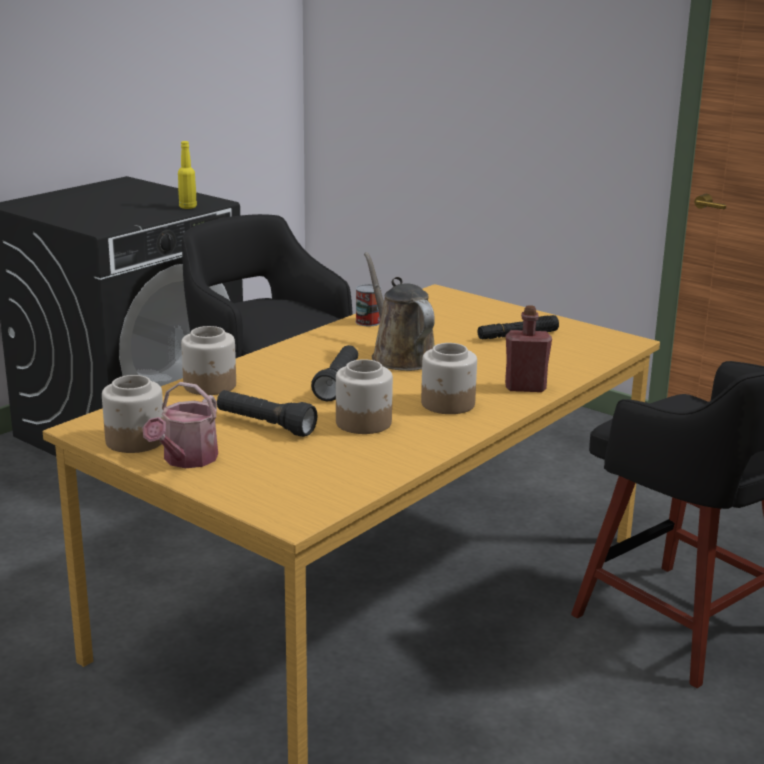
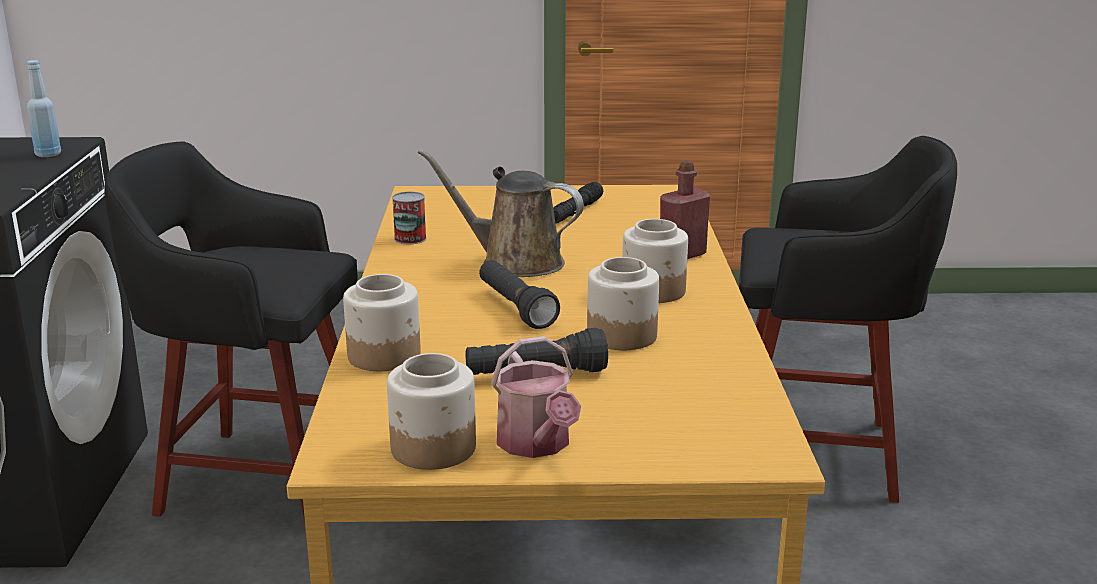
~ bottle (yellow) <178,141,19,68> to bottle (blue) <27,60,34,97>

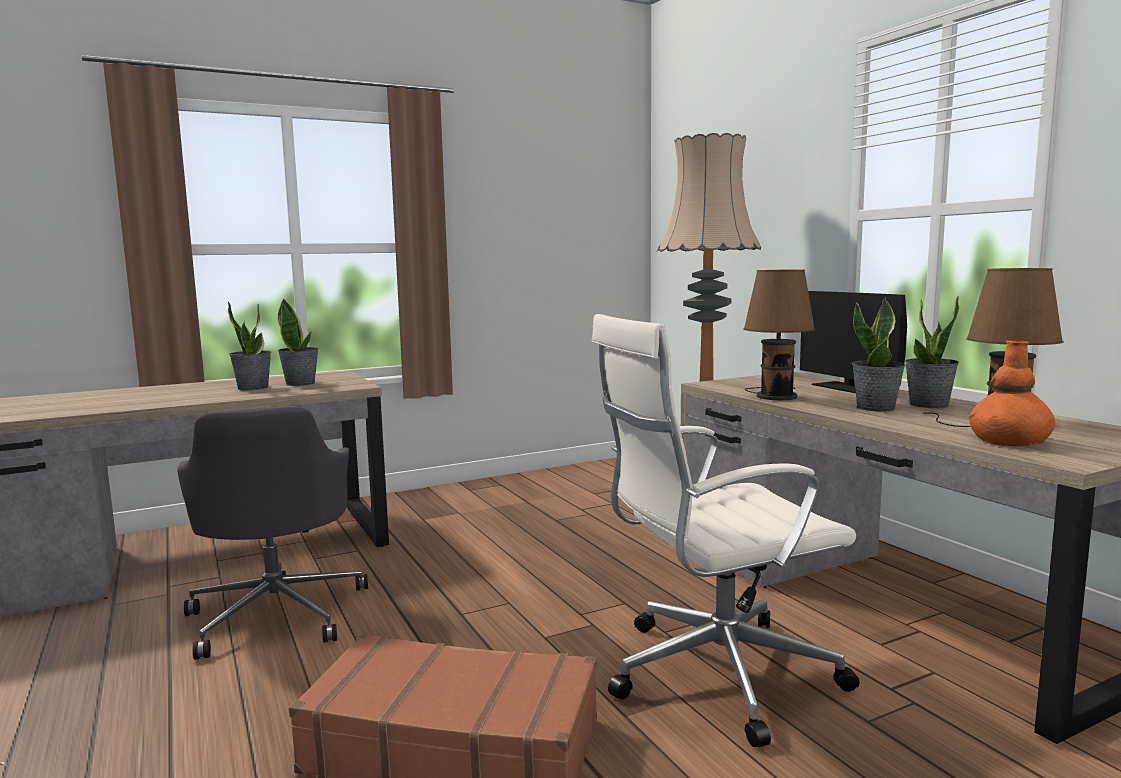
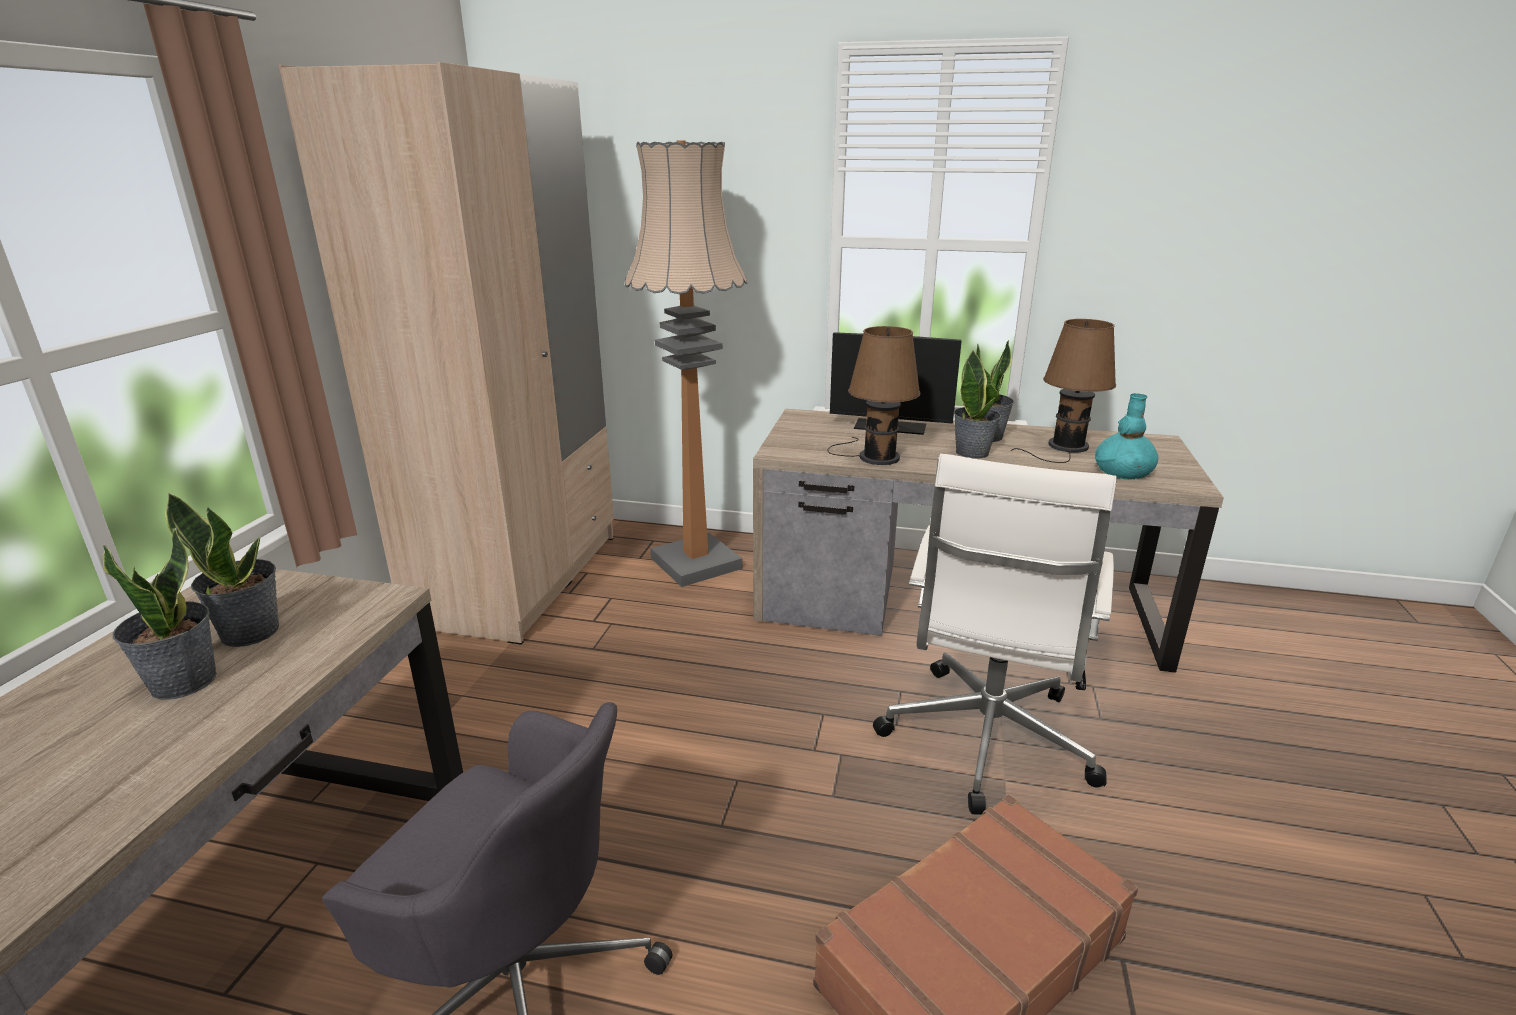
~ vase (orange) <969,340,86,106> to vase (turquoise) <1095,393,63,87>
+ wardrobe (beige) <279,62,335,583>

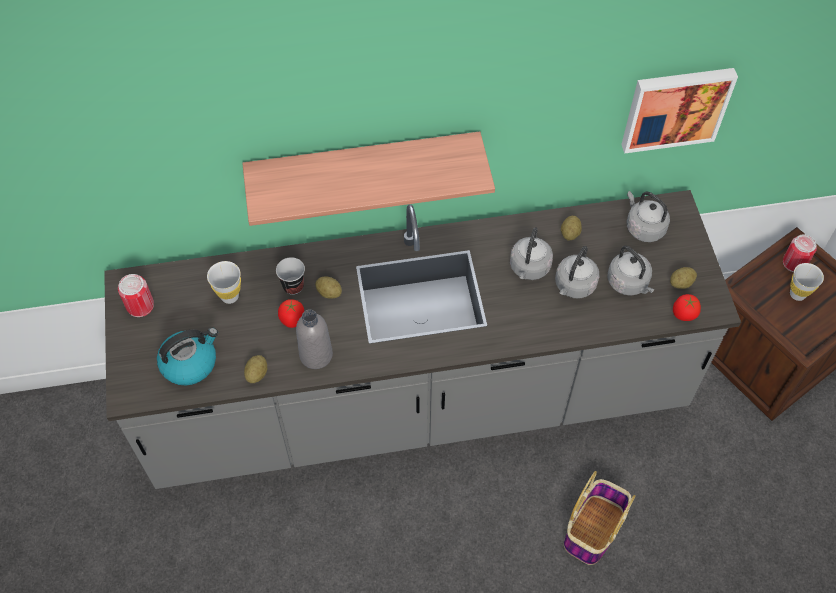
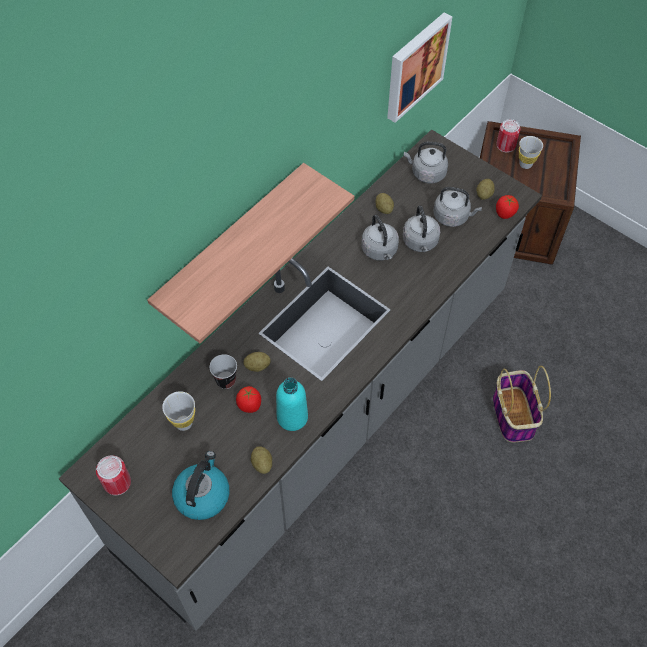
~ bottle (grey) <296,309,37,60> to bottle (turquoise) <276,377,32,54>

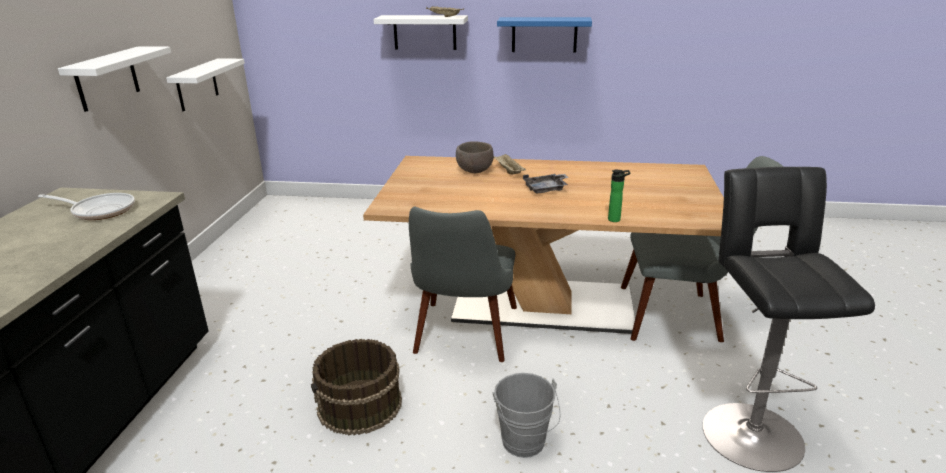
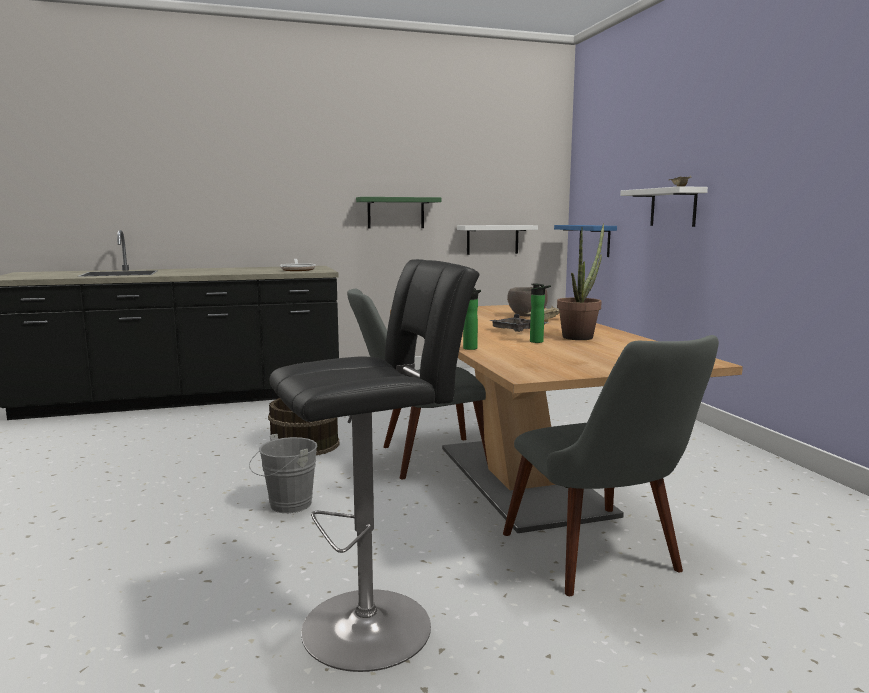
~ shelf (blue) <497,17,95,36> to <554,225,63,32>
~ shelf (white) <58,46,113,66> to shelf (green) <356,197,86,31>
+ potted plant <557,223,47,117>
+ bottle <530,284,21,59>

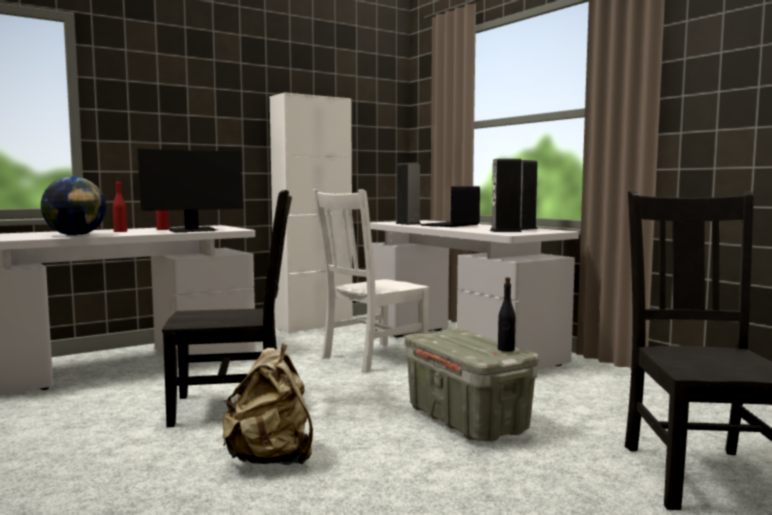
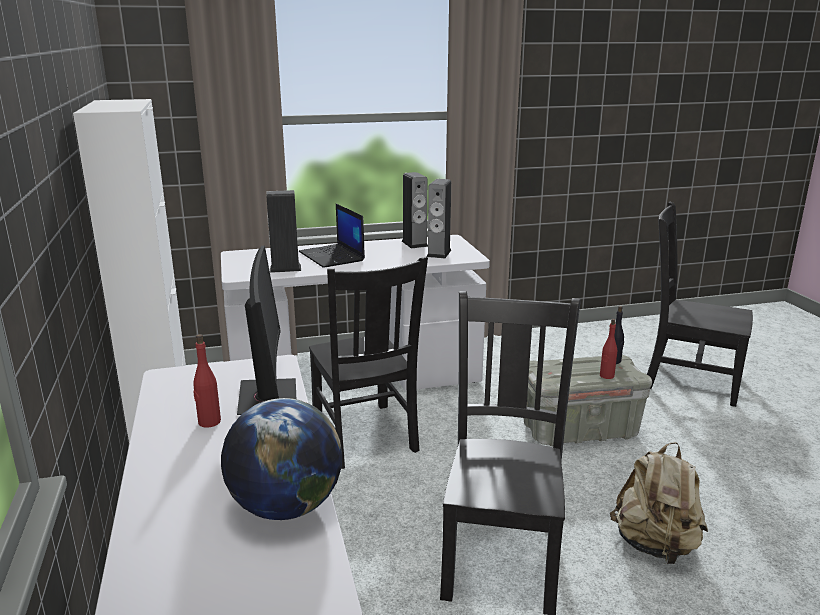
~ bottle (red) <113,177,14,55> to <600,319,17,60>
~ chair (white) <313,189,116,183> to chair (black) <309,257,119,212>

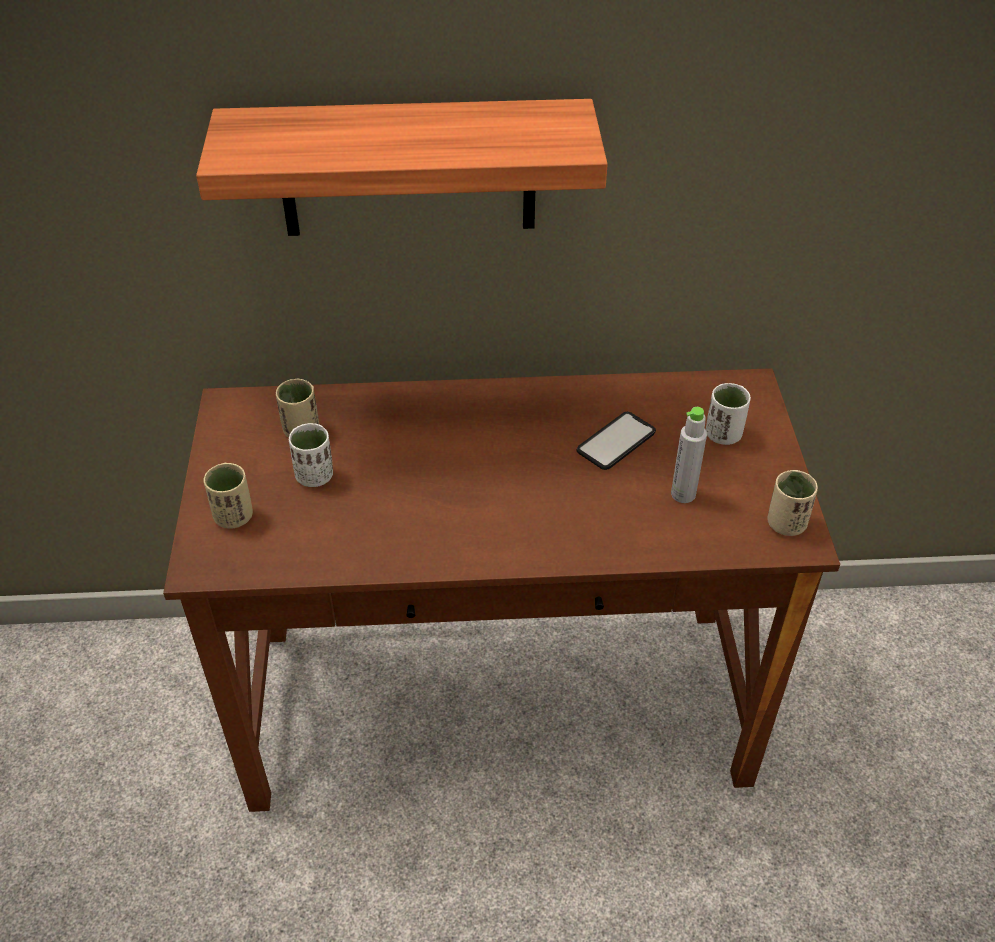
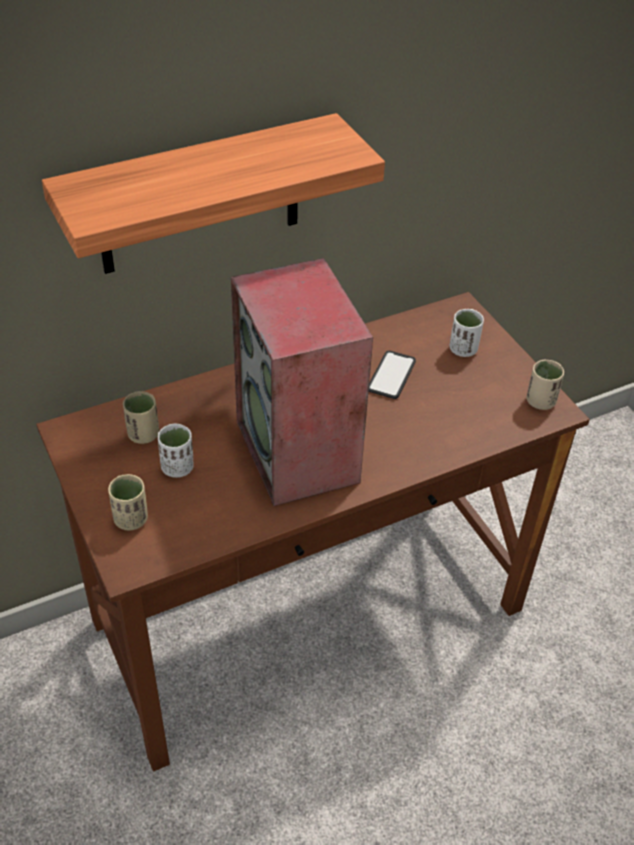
- bottle (grey) <671,407,36,96>
+ speaker <231,258,142,248>

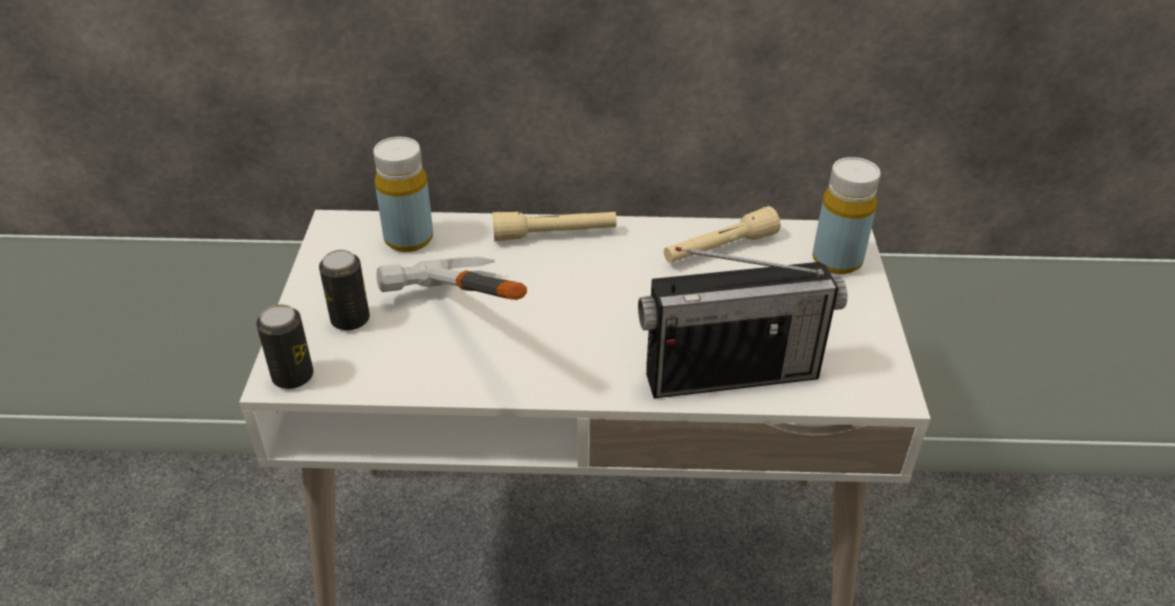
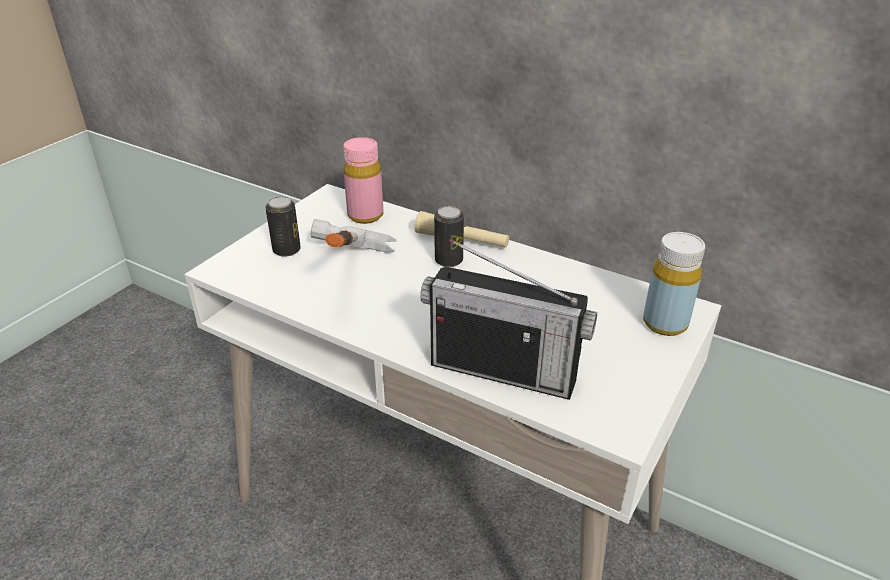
~ bottle (yellow) <373,137,60,115> to bottle (pink) <343,137,40,87>
- flashlight (beige) <664,206,116,57>
~ can <256,304,58,85> to <434,206,30,61>

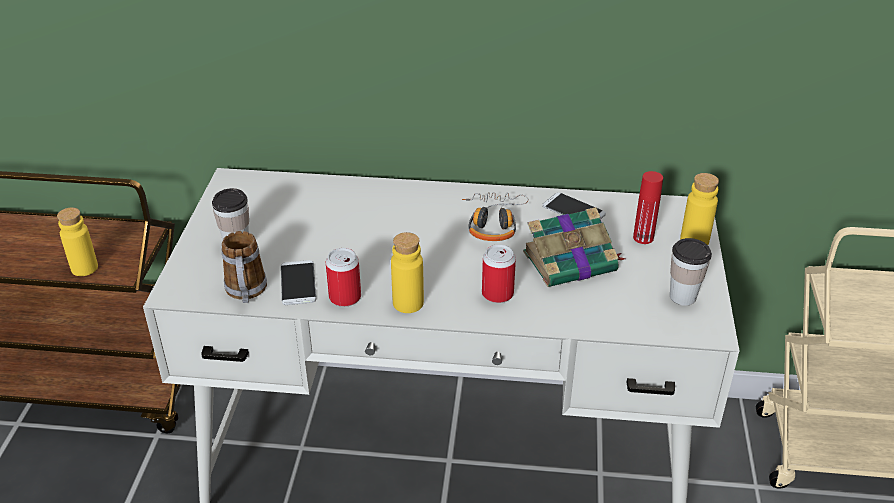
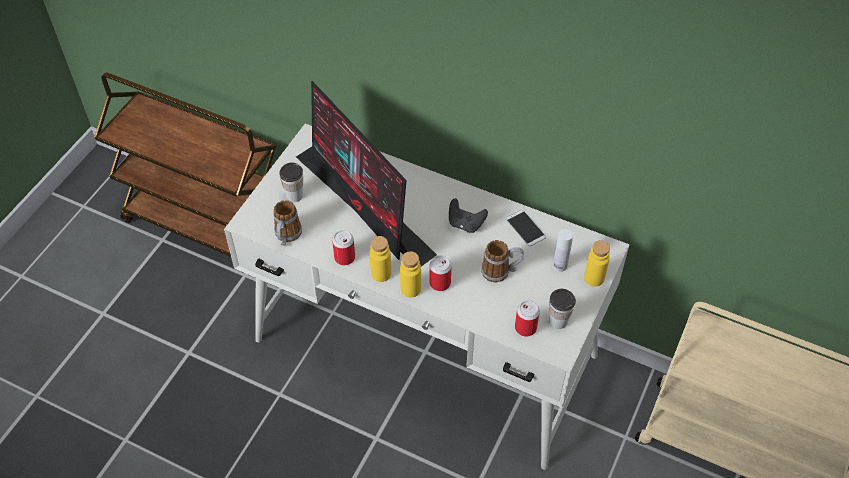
~ bottle (red) <633,171,30,73> to bottle (white) <553,229,20,43>
~ headphones <462,192,67,49> to game controller (black) <449,198,39,35>
~ bottle (yellow) <57,207,41,69> to <400,251,21,46>
~ book <523,207,103,80> to mug <481,240,43,42>
- phone <281,260,35,45>
+ monitor <296,81,141,186>
+ can <515,300,25,37>

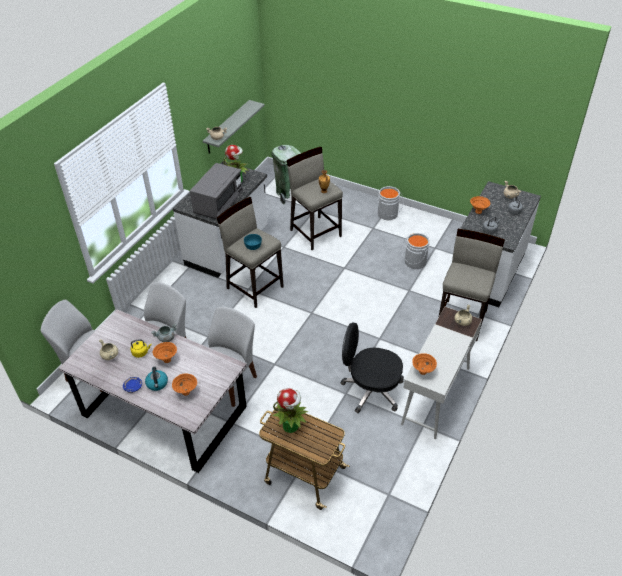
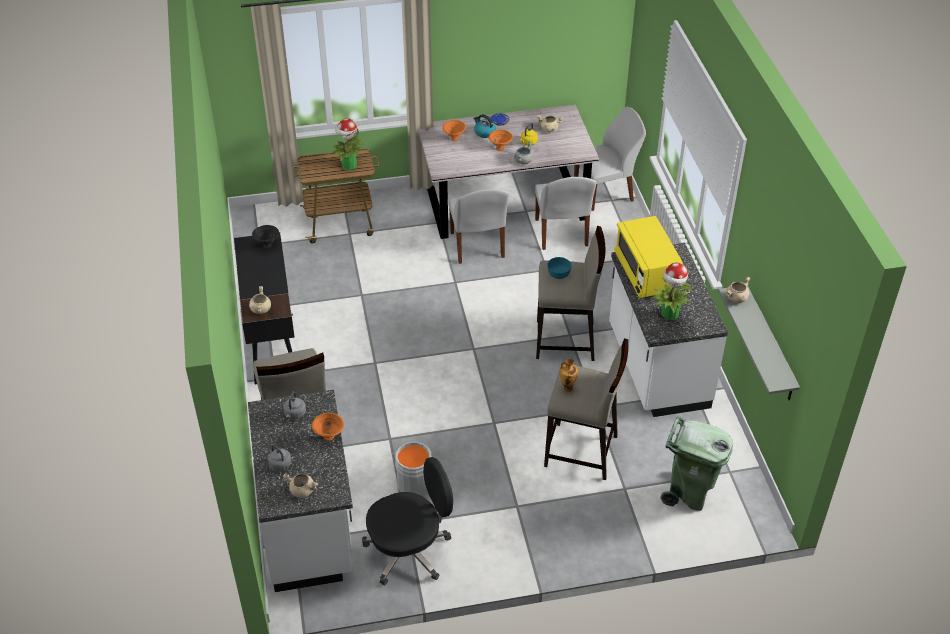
~ microwave (grey) <190,163,53,56> to microwave (yellow) <614,216,69,82>
- bucket (grey) <378,186,26,34>
~ desk (white) <401,307,81,132> to desk (black) <234,232,61,152>
~ office chair (black) <340,323,64,90> to <362,457,91,129>
~ bowl (orange) <412,353,25,22> to bowl (black) <252,225,27,24>

